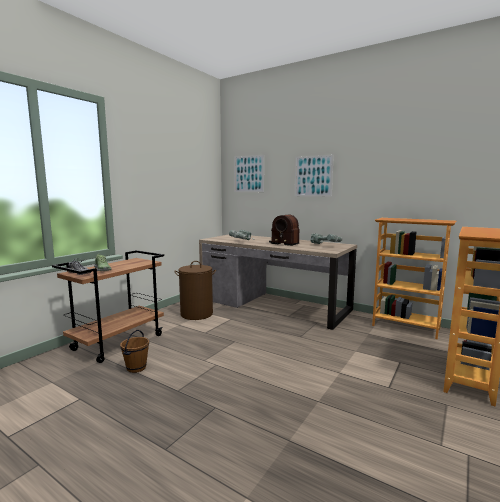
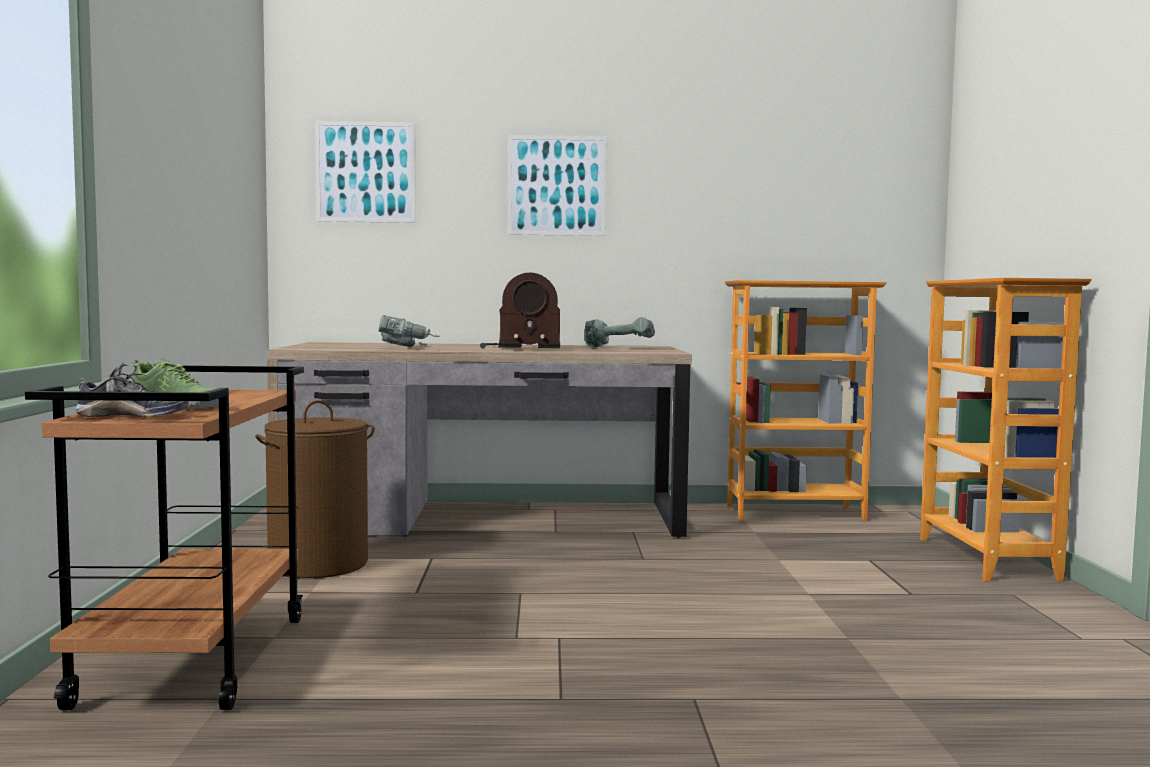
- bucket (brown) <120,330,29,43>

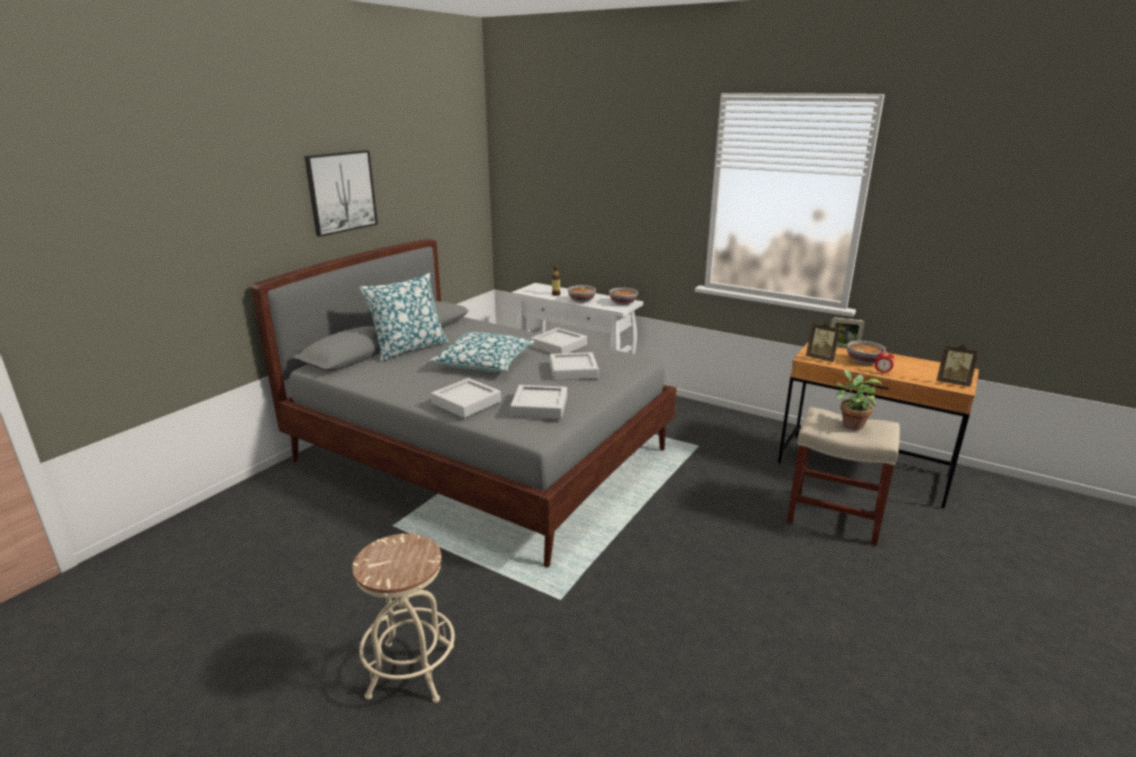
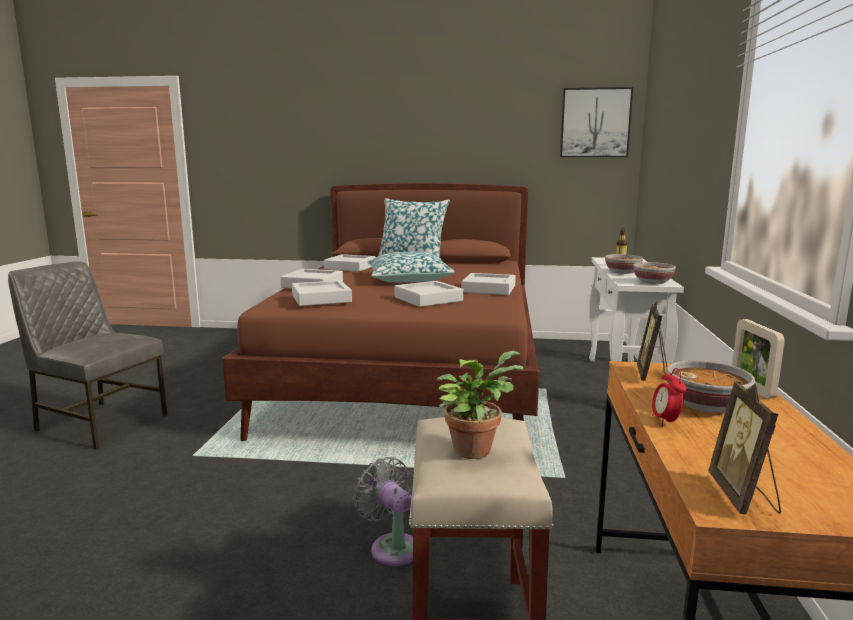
~ picture <304,150,74,87> to <560,87,73,70>
~ bed (grey) <251,239,426,328> to bed (brown) <222,183,317,258>
~ stool (beige) <352,534,103,169> to chair (grey) <8,261,159,189>
+ tray (grey) <324,254,52,18>
+ fan (grey) <353,457,60,109>

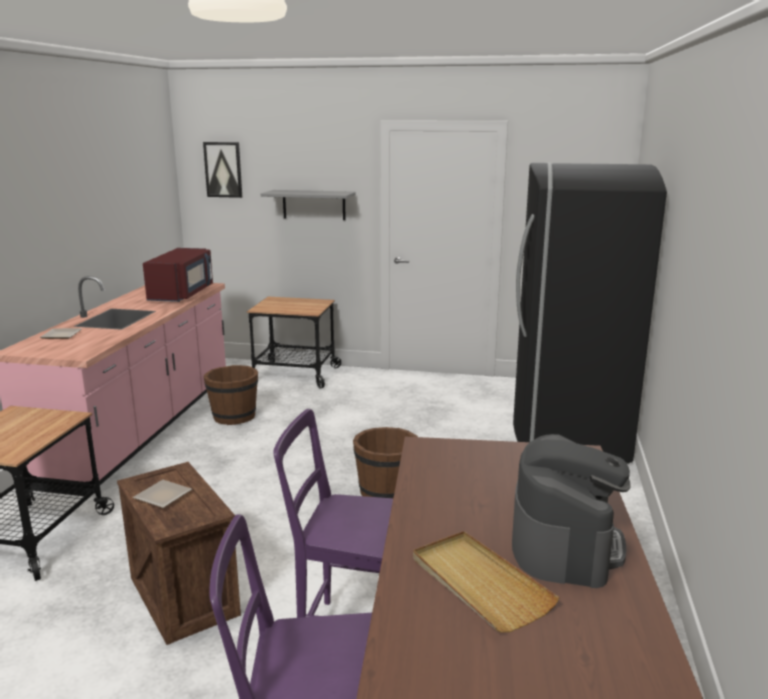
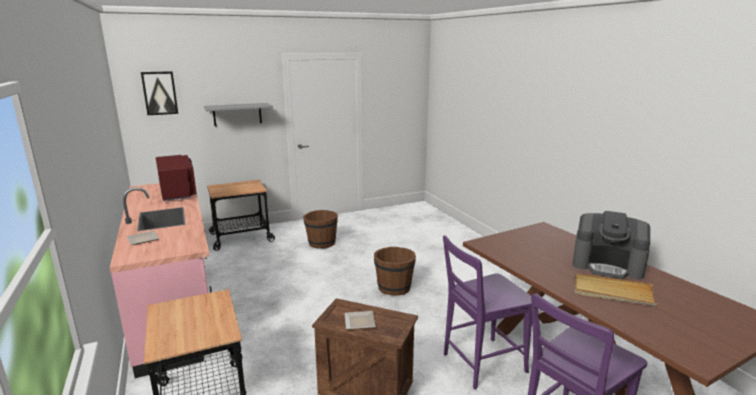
- fridge (black) <513,162,154,302>
~ bucket (brown) <203,365,55,60> to <303,210,35,39>
~ coffee machine <512,434,119,154> = <572,211,78,68> 135 degrees clockwise

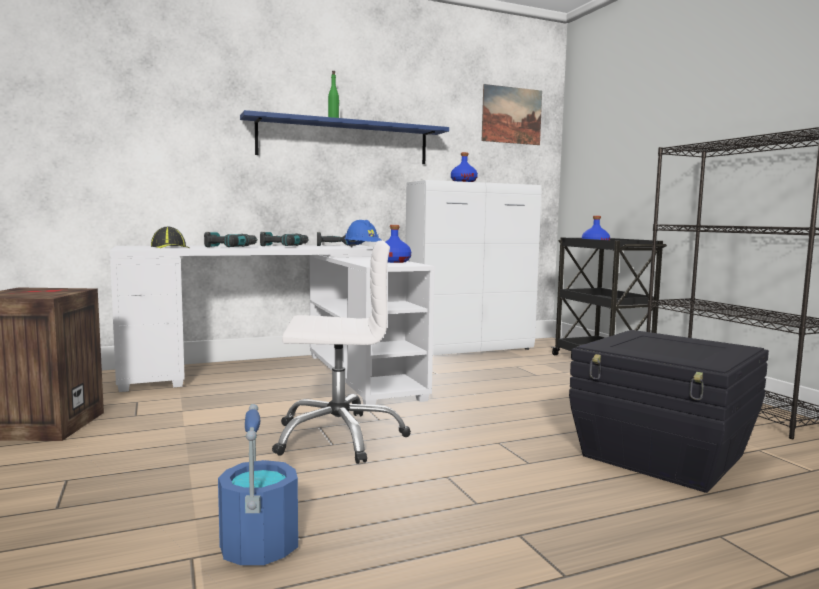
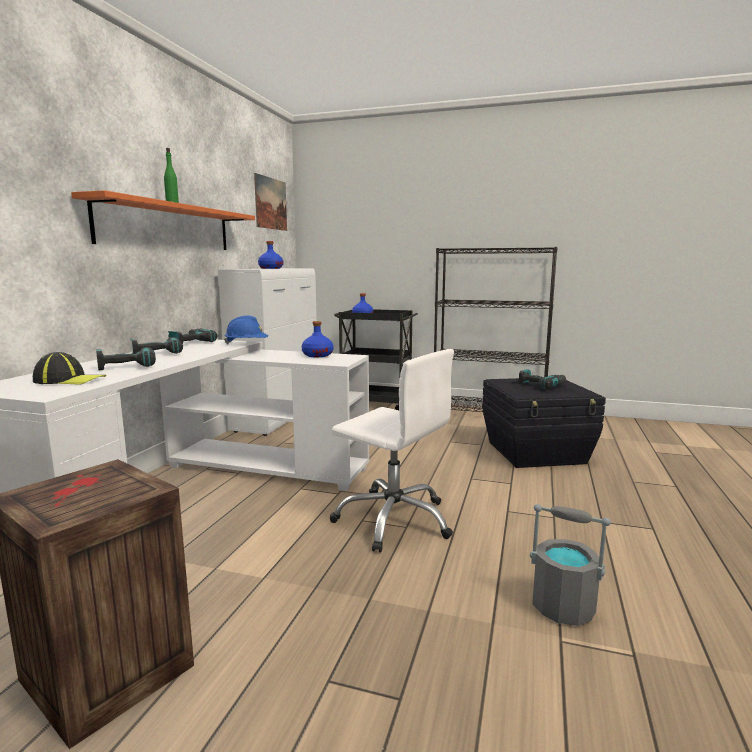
~ shelf (blue) <240,110,209,54> to shelf (orange) <71,190,184,60>
~ office chair (white) <272,241,139,223> = <330,349,124,204> 90 degrees clockwise
~ bucket (blue) <218,404,80,161> to bucket (grey) <530,504,81,122>
+ power drill <519,369,47,20>

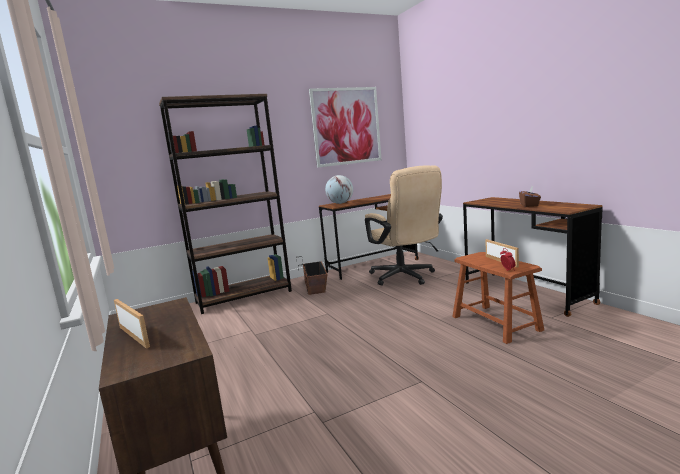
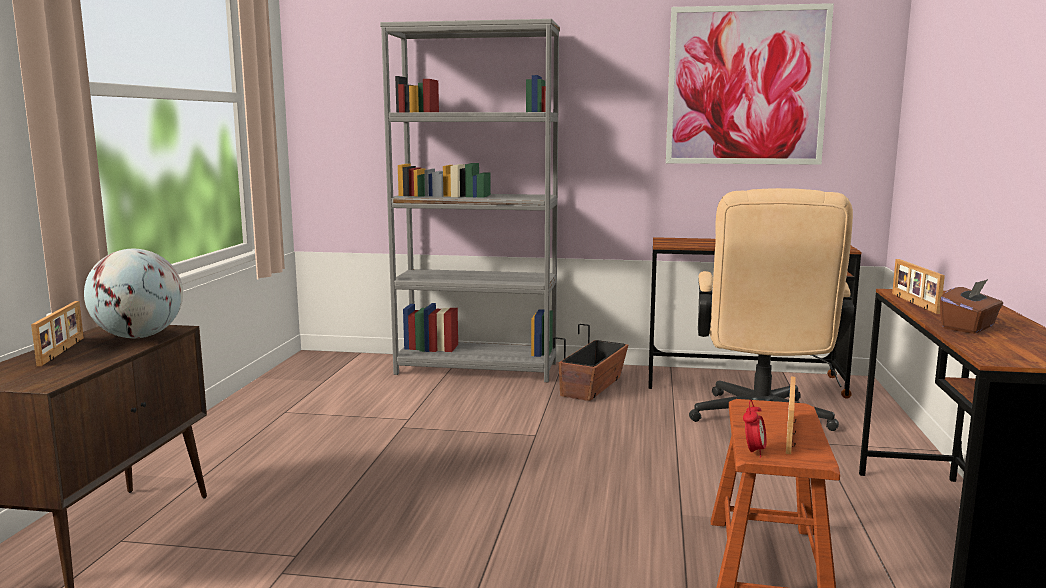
~ bookcase (brown) <159,94,133,220> to bookcase (grey) <380,19,180,363>
~ globe <325,175,28,29> to <84,249,99,89>
+ picture frame <892,259,53,55>

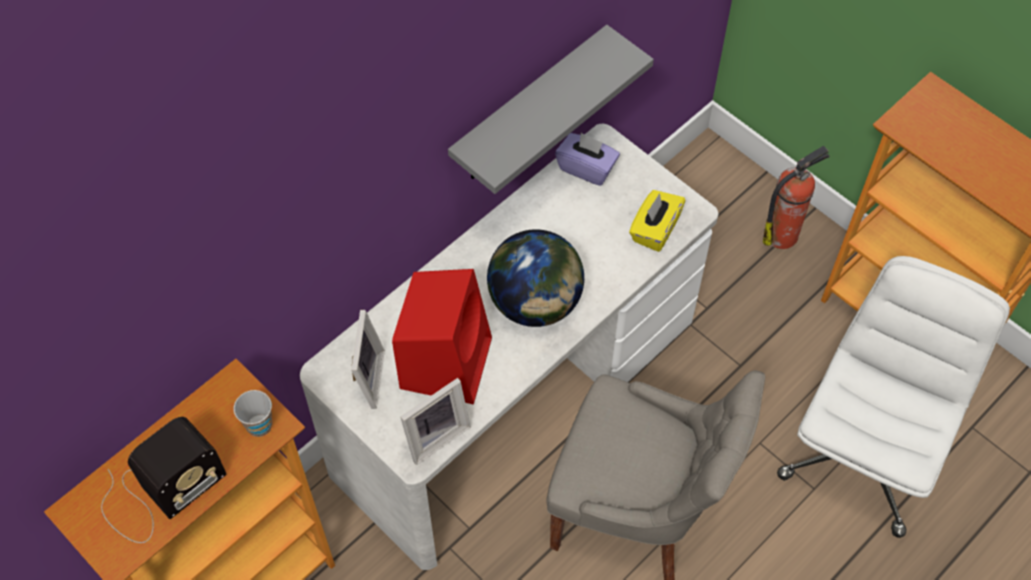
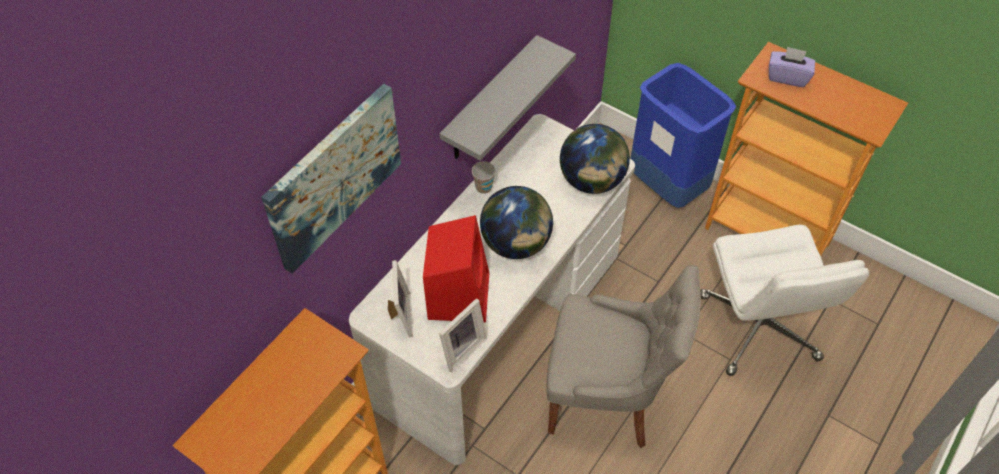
~ tissue box (purple) <555,133,65,53> to <769,46,46,41>
~ fire extinguisher <763,146,67,103> to trash can (blue) <630,63,106,145>
~ tissue box (yellow) <629,190,57,62> to globe <560,124,70,70>
~ office chair (white) <777,256,233,282> = <700,225,169,151> 150 degrees clockwise
~ cup <233,390,39,47> to <472,162,23,32>
- radio <101,417,125,126>
+ picture <261,83,140,190>

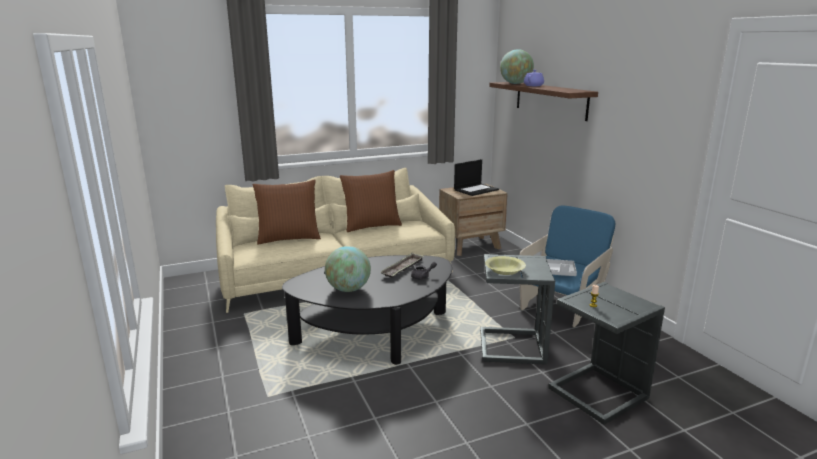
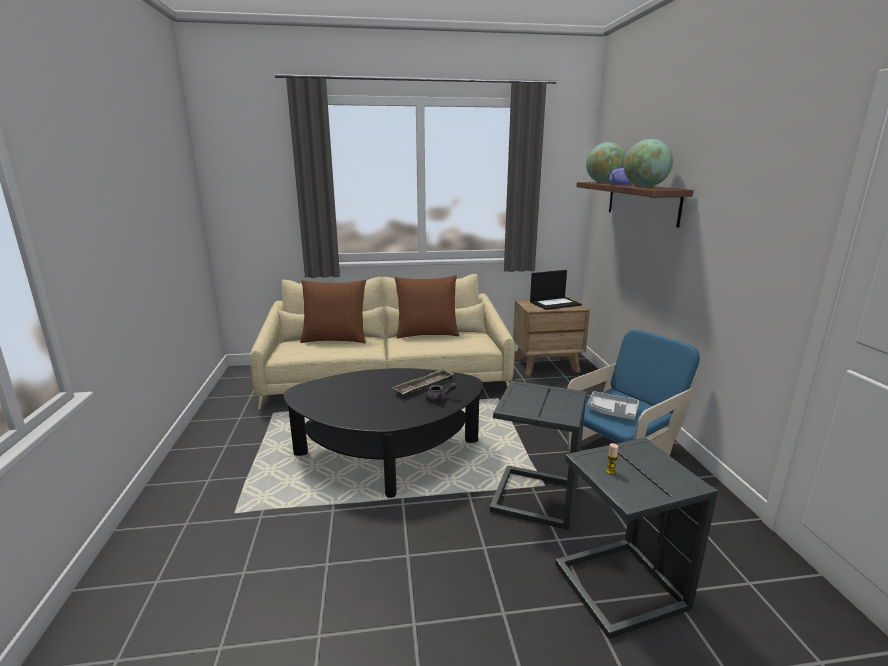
~ globe <325,246,46,46> to <624,139,49,48>
- bowl (yellow) <485,256,41,19>

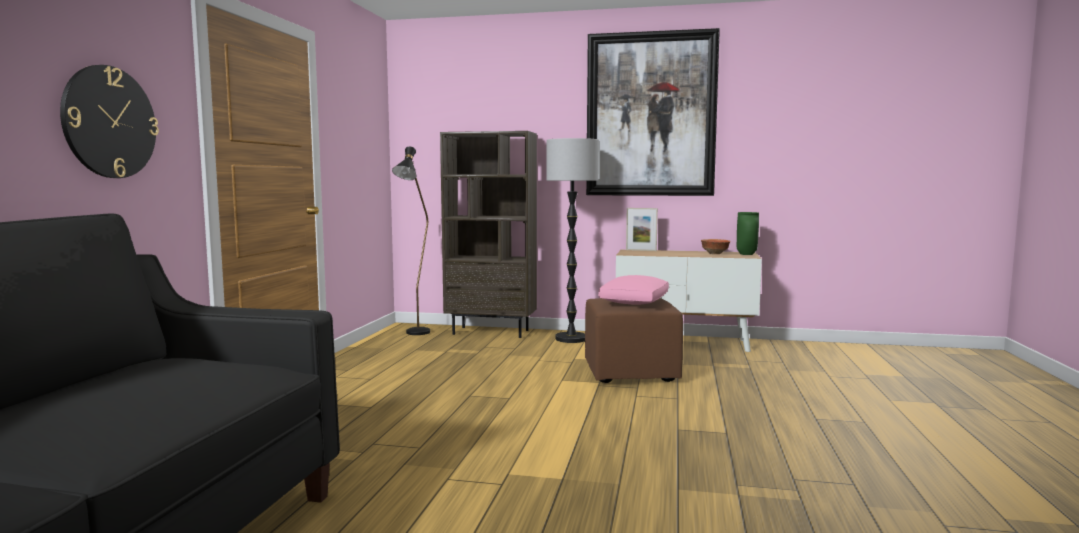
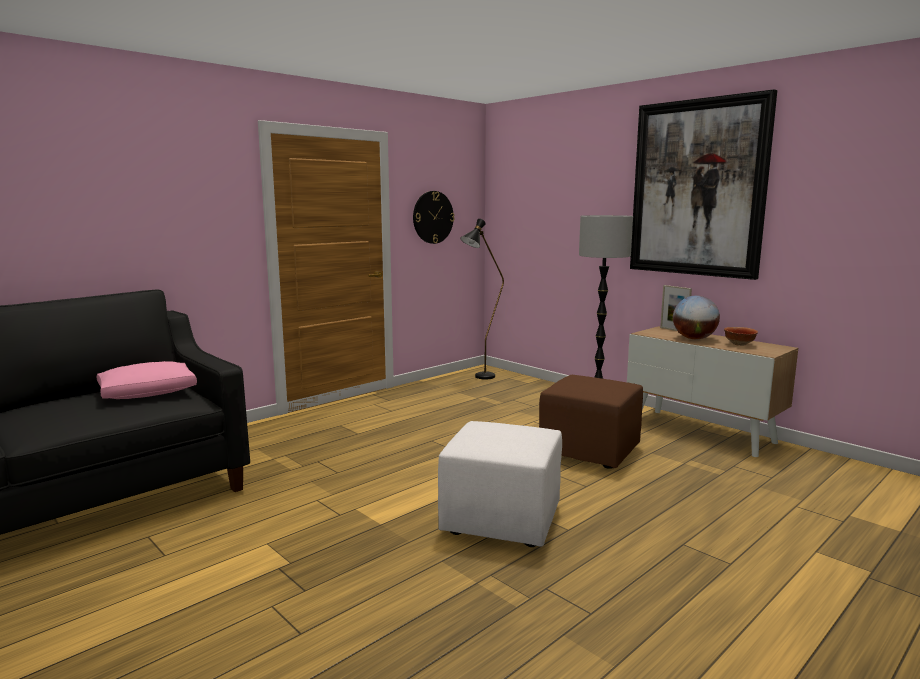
~ wall clock <60,65,99,113> to <413,191,42,53>
- bookcase (brown) <440,131,97,207>
- vase (green) <737,212,22,43>
~ pillow (pink) <598,275,71,29> to <97,361,100,38>
+ globe <673,295,47,44>
+ ottoman (white) <438,421,124,126>

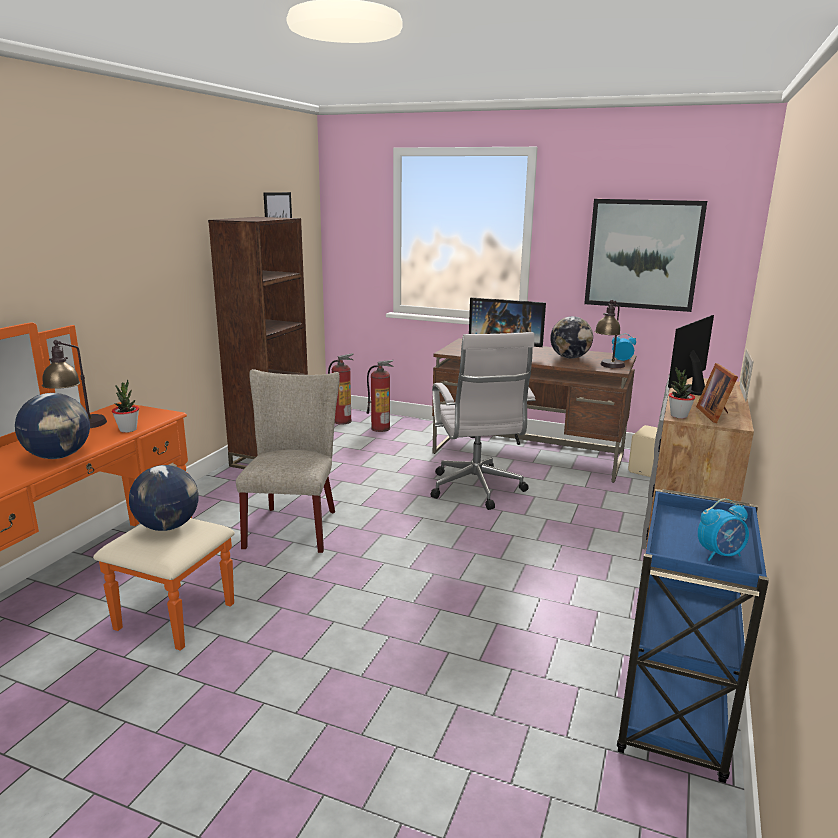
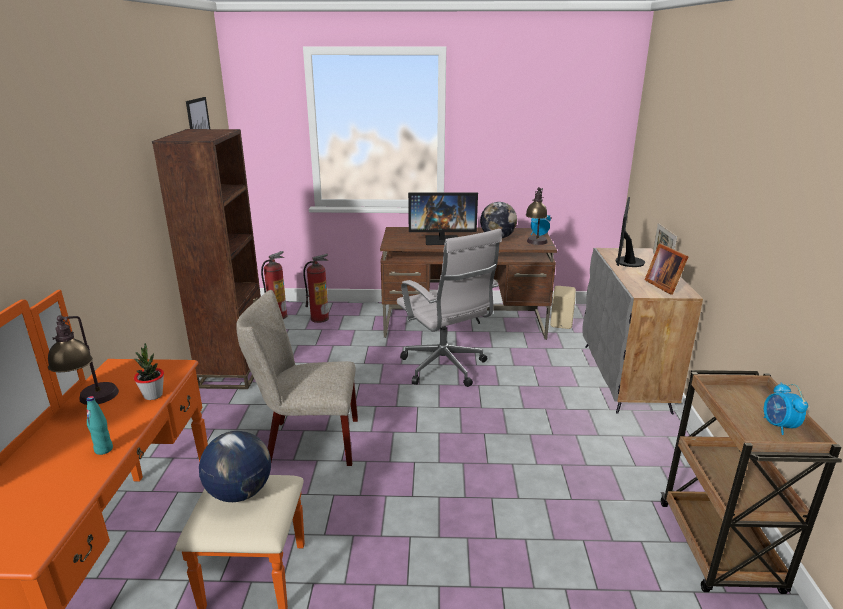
- picture <584,199,123,113>
- potted plant <669,368,26,51>
~ chair (beige) <236,369,104,184> = <236,290,122,176> 75 degrees counterclockwise
~ globe <15,393,75,66> to bottle (turquoise) <86,396,27,59>
~ cart (blue) <617,489,152,294> to cart (brown) <661,370,181,224>
~ alarm clock <698,498,51,63> = <764,383,44,52> 120 degrees clockwise

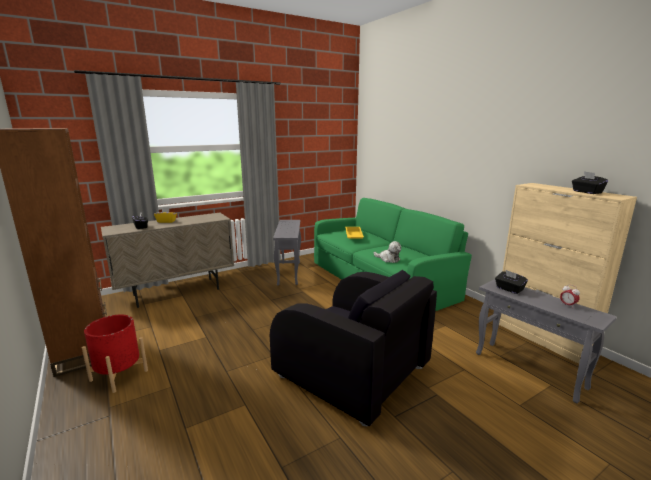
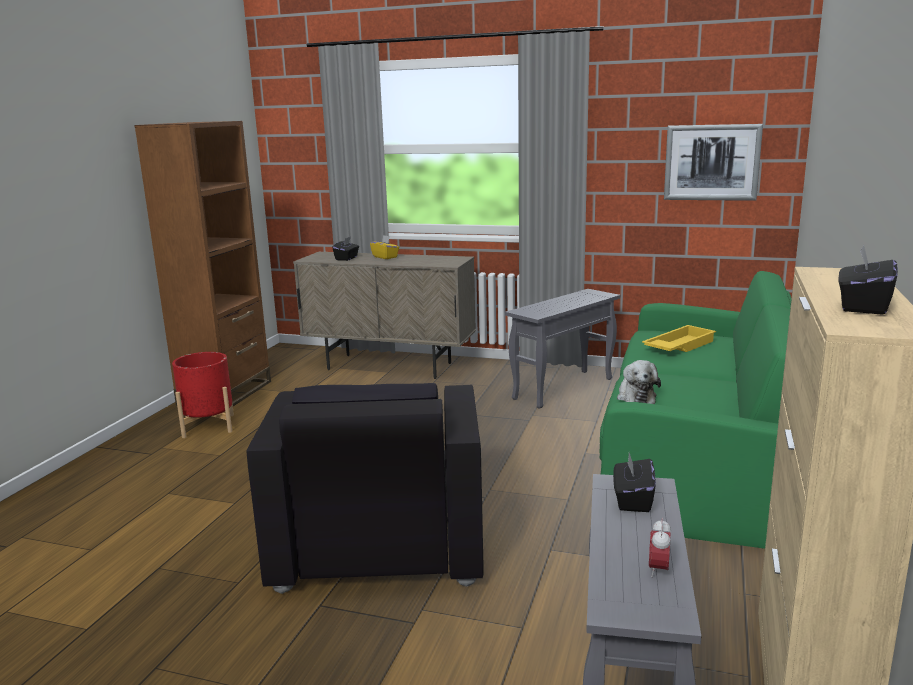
+ picture <664,124,99,77>

